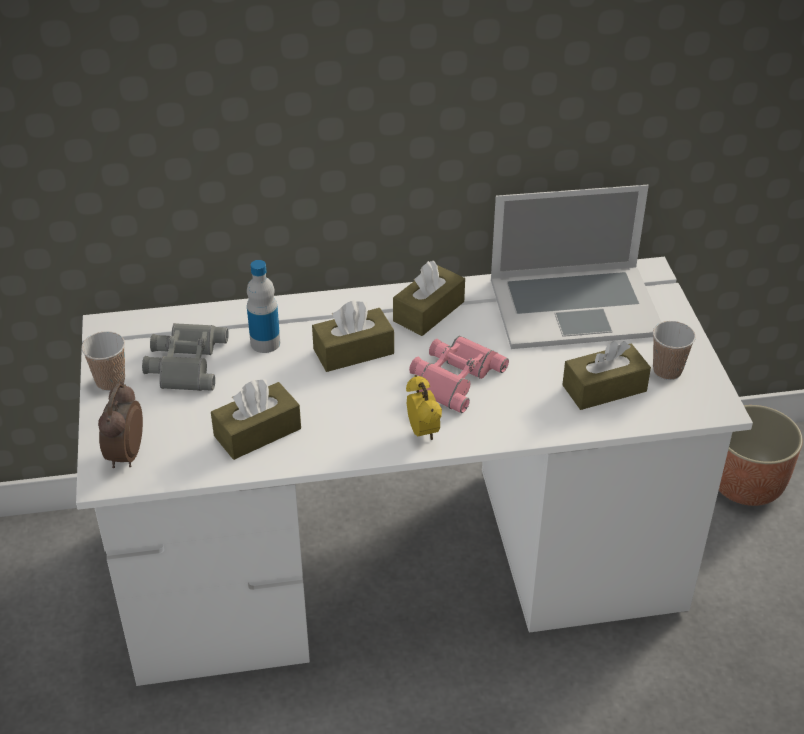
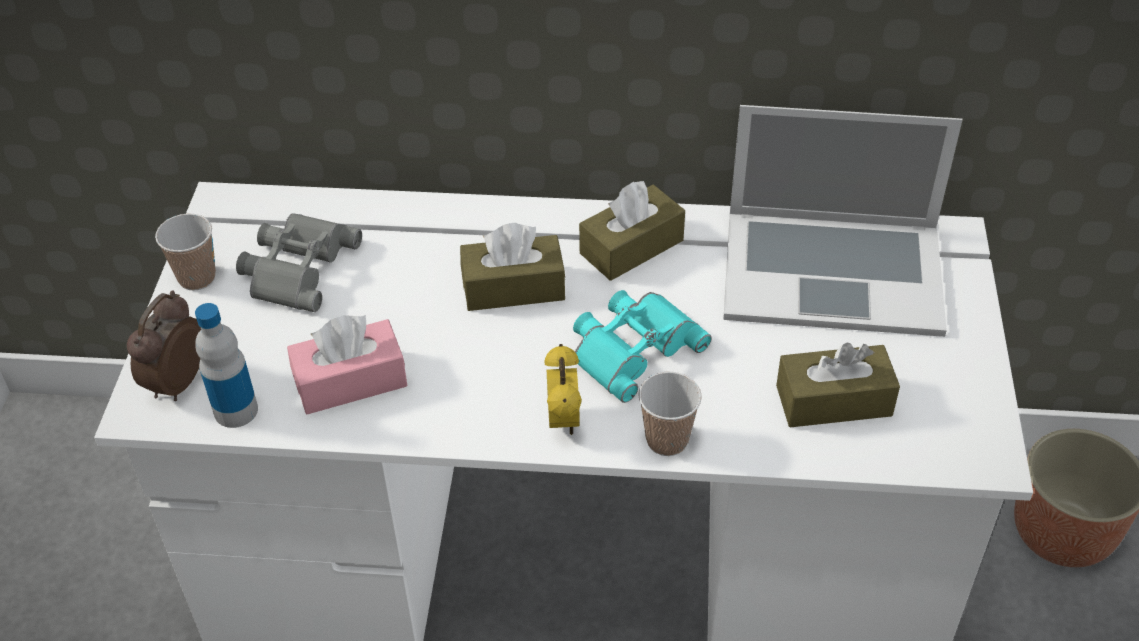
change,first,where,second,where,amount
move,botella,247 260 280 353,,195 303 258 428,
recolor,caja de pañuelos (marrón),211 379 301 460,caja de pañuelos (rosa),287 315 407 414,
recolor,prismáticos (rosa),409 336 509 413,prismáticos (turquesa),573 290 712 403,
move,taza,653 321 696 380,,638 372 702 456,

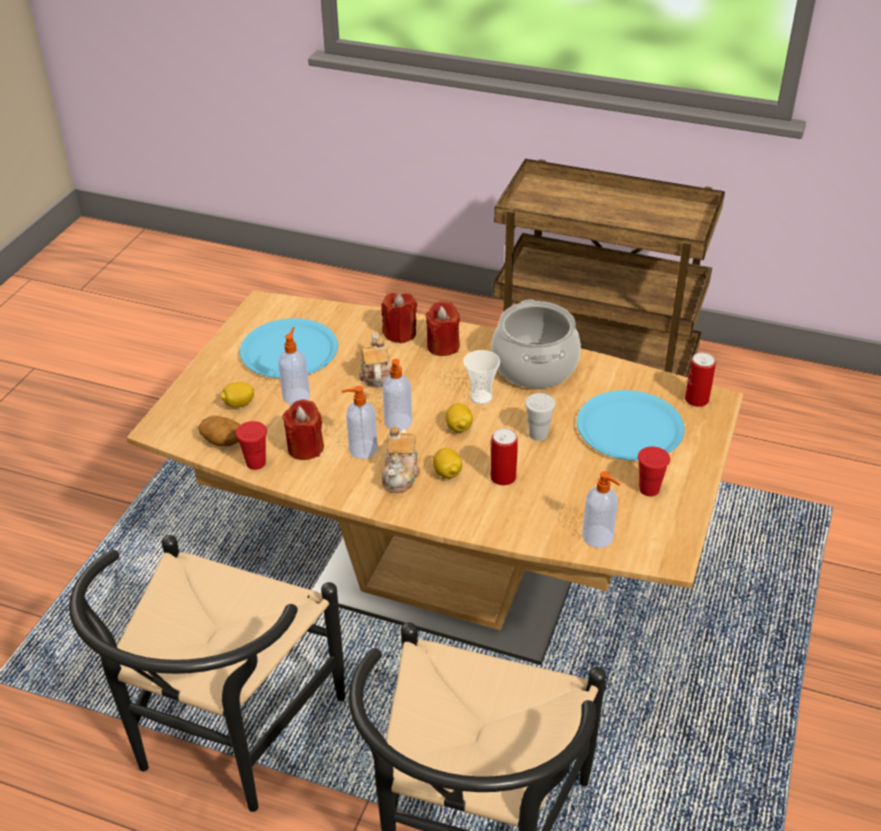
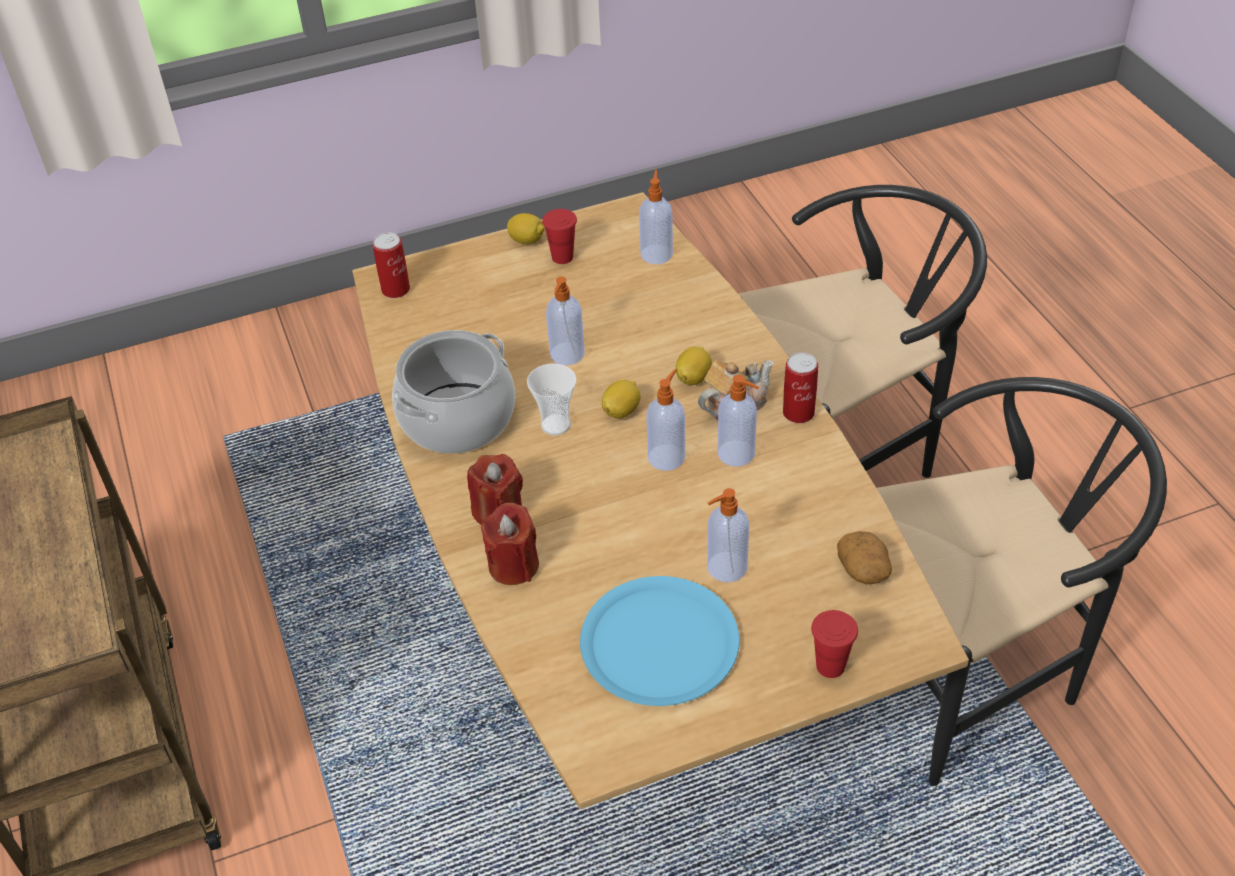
change,first,where,second,where,amount
move,limón,220 382 254 408,,507 213 545 244,
replace,taza (blanco),525 393 556 441,dispensador de jabón,546 277 585 365,
move,lata,491 428 518 486,,783 353 818 423,
move,taza (rojo),236 421 267 470,,811 610 858 678,
delete,vela (rojo),282 399 324 460,,,
delete,tetera,359 333 391 388,,,
delete,plato (azul),577 390 685 461,,,

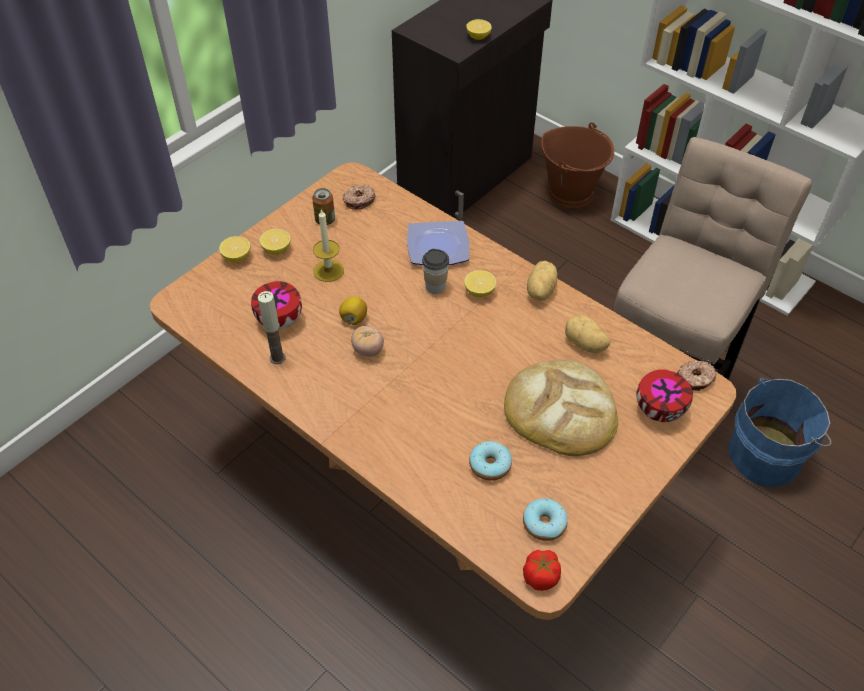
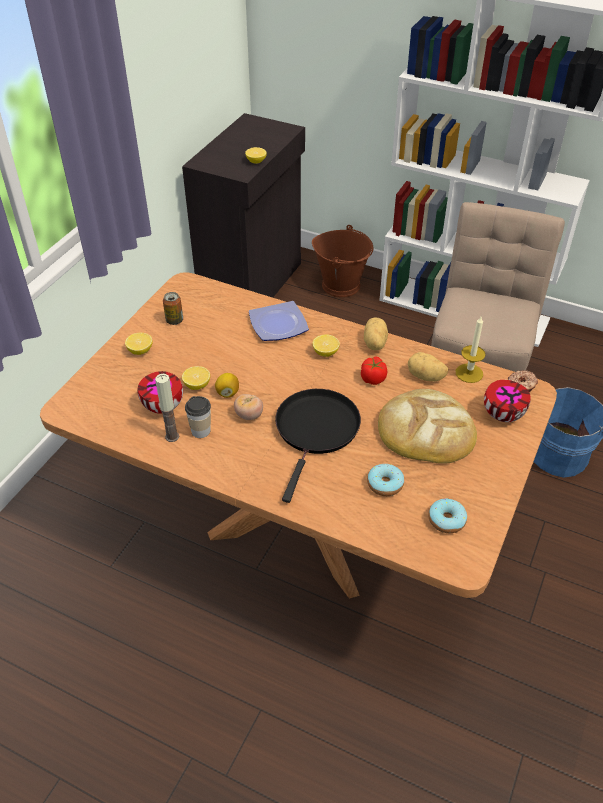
change,first,where,second,where,amount
move,limón,219 236 250 262,,182 366 210 390,
move,taza,422 249 449 294,,185 396 211 438,
insert,,,sartén (negro),275 389 361 503,
move,tomate,523 550 561 591,,361 356 387 385,
move,vela,313 209 344 282,,456 317 486 383,
delete,rosquilla,342 185 375 210,,,

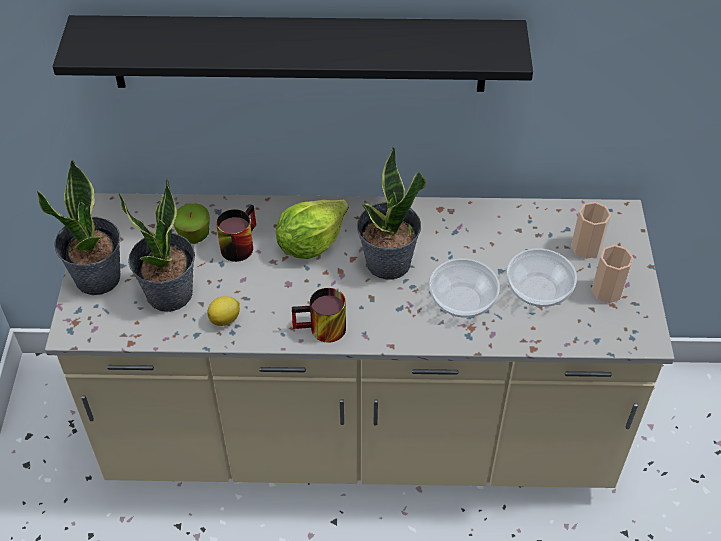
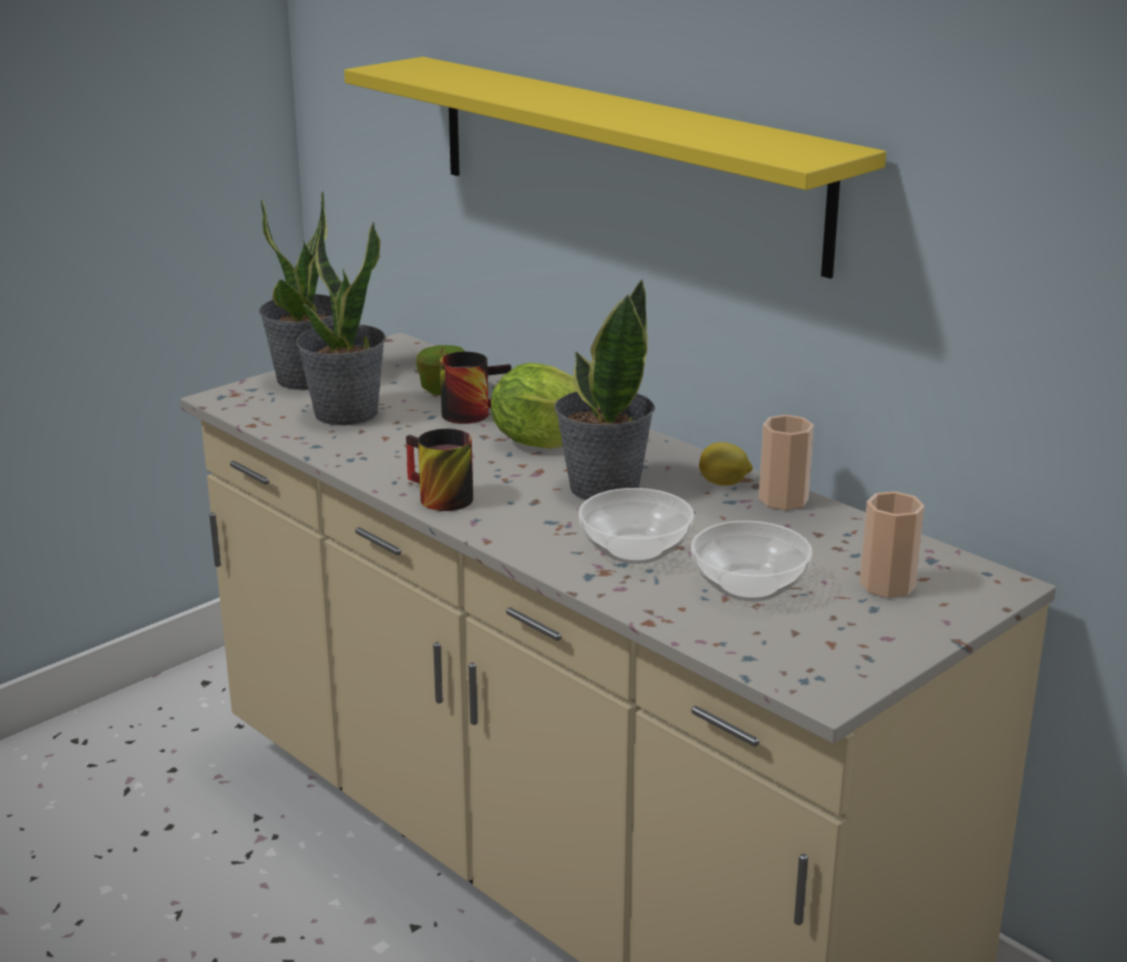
change,first,where,second,where,amount
recolor,estante (negro),53 15 533 92,estante (amarillo),344 57 886 279,
move,limón,207 296 240 326,,699 442 752 486,
move,taza,591 245 633 303,,759 415 814 510,

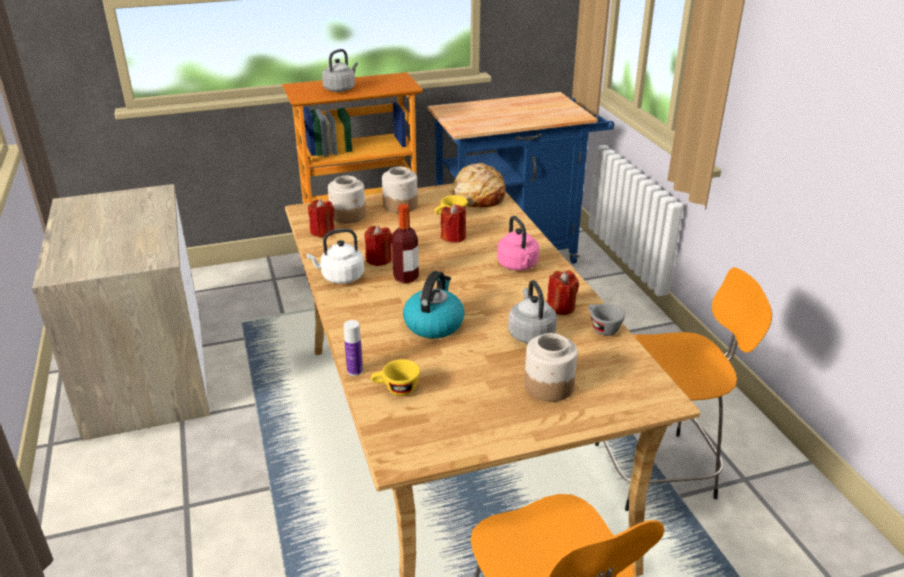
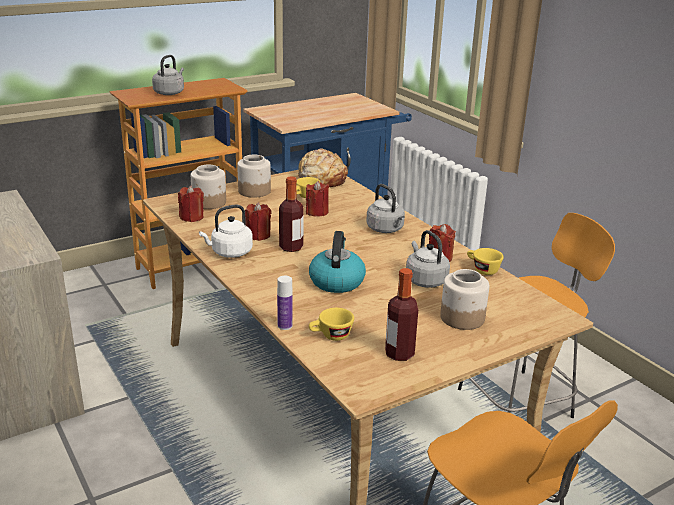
change,first,where,second,where,amount
recolor,hervidor (rosa),497 216 539 271,hervidor (gris),366 184 405 233,
insert,,,botella,385 268 418 361,
recolor,taza (gris),588 303 625 336,taza (amarillo),467 248 504 275,

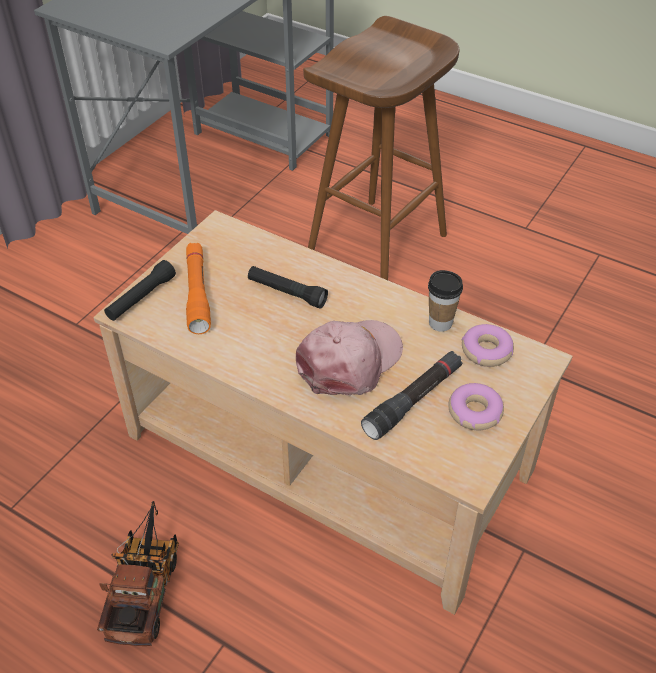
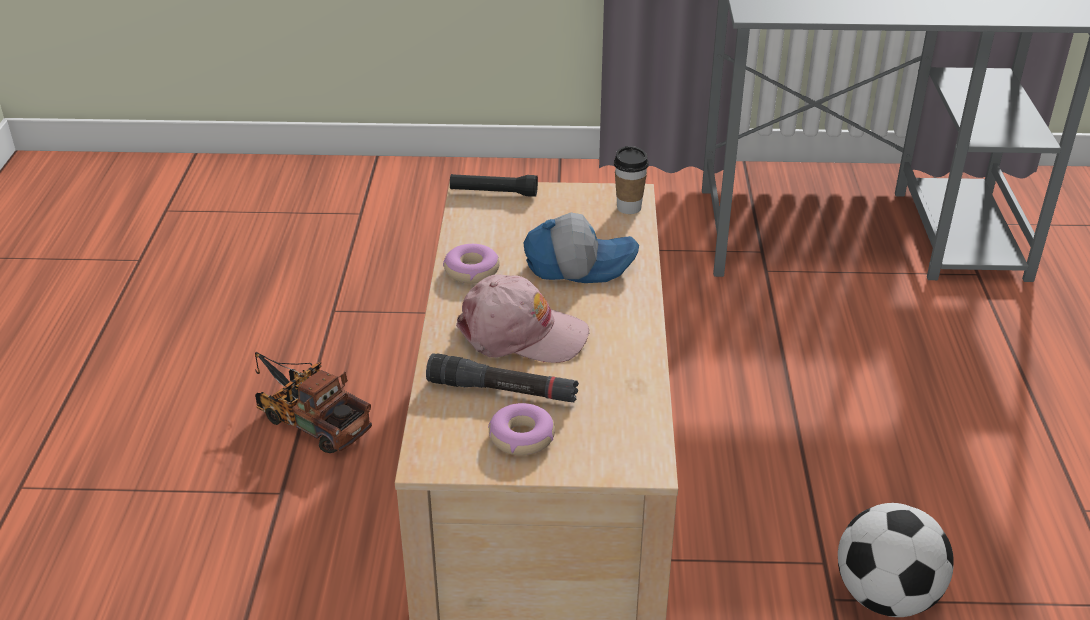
change,first,where,second,where,amount
rotate,camión de juguete,97 501 179 646,,255 352 372 453,120 degrees counterclockwise
move,rosquilla,462 324 514 367,,443 244 500 284,
replace,linterna (negro),248 266 328 309,gorra,523 213 639 283,
move,taza,428 270 463 332,,614 146 649 214,
insert,,,balón de fútbol,838 503 954 617,
delete,linterna (naranja),186 243 211 334,,,
delete,taburete (marrón),303 16 460 280,,,

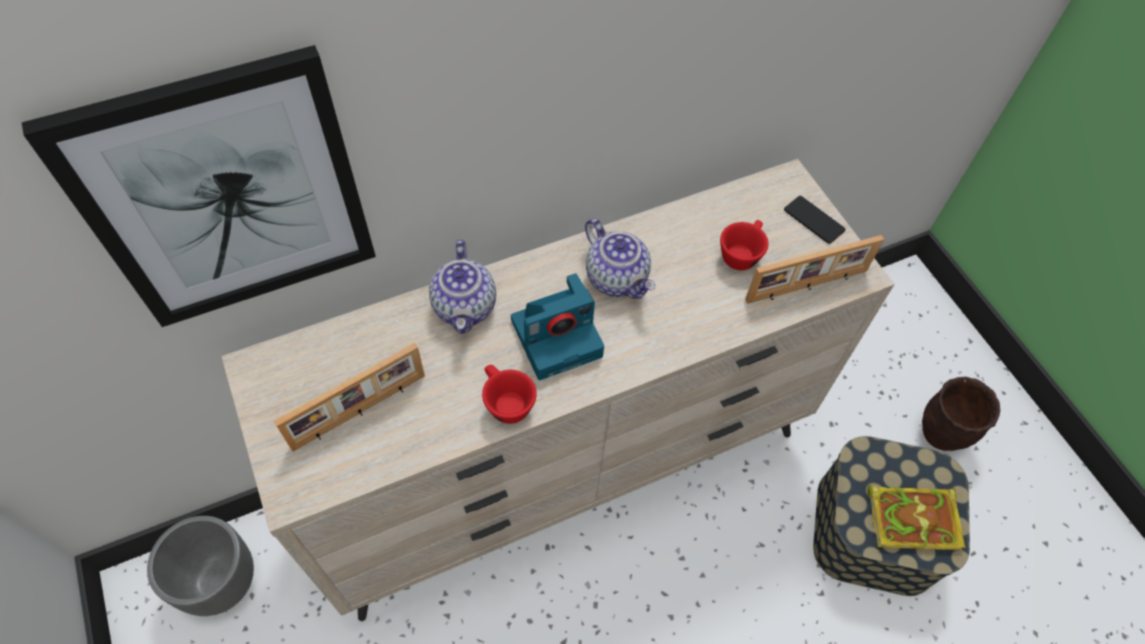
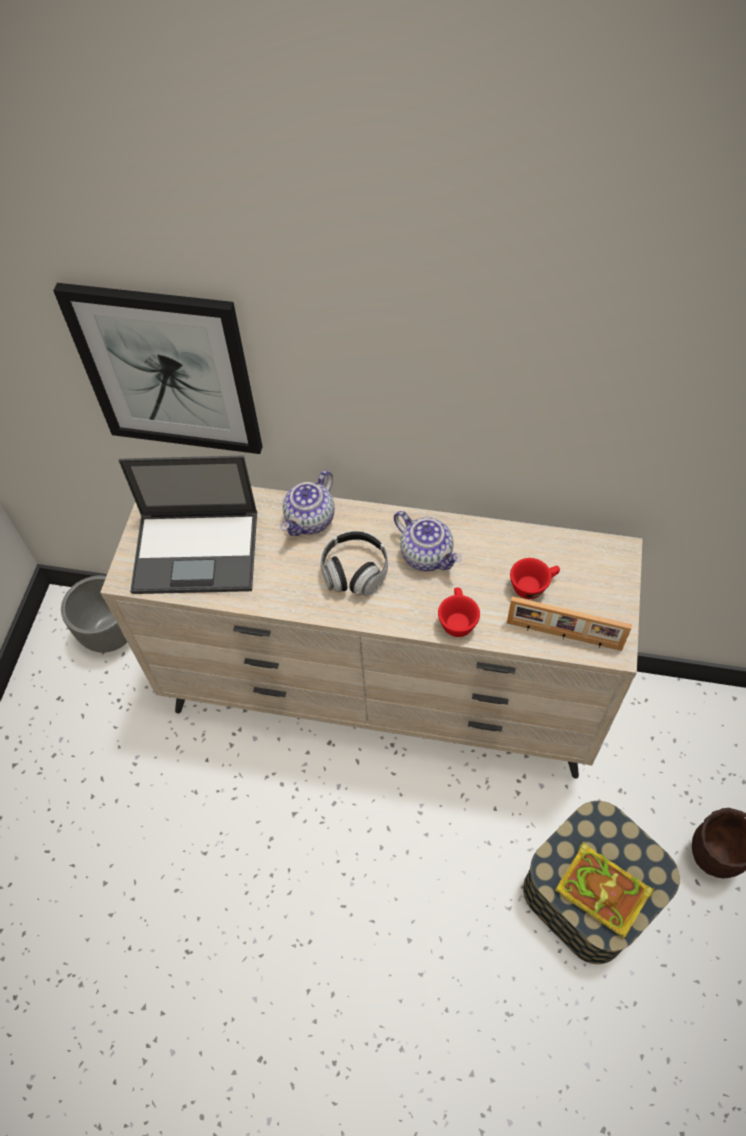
change,first,where,second,where,amount
replace,portarretratos,274 343 425 452,portátil,118 455 257 594,
replace,cámara,511 273 604 380,auriculares,320 531 388 597,
rotate,tetera,585 218 655 299,,394 511 462 571,45 degrees counterclockwise
move,taza (rojo),482 365 537 424,,438 588 480 637,
delete,móvil,784 196 845 244,,,

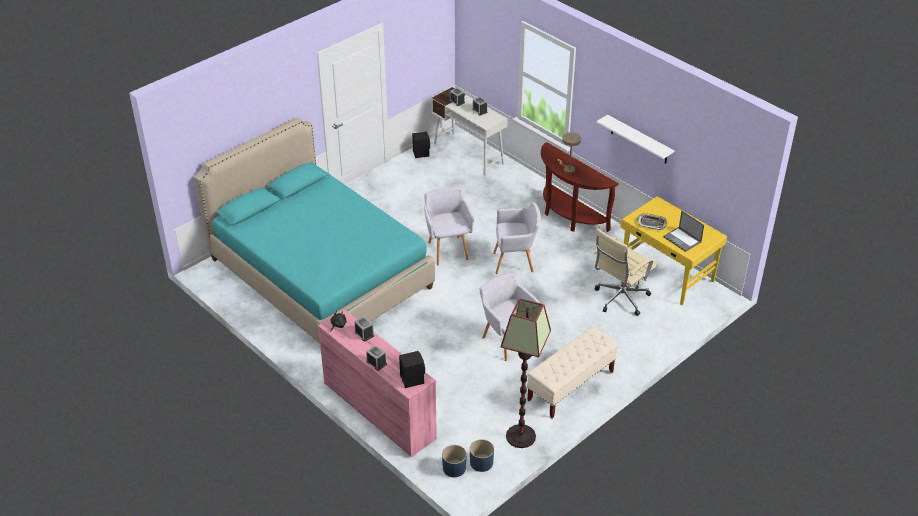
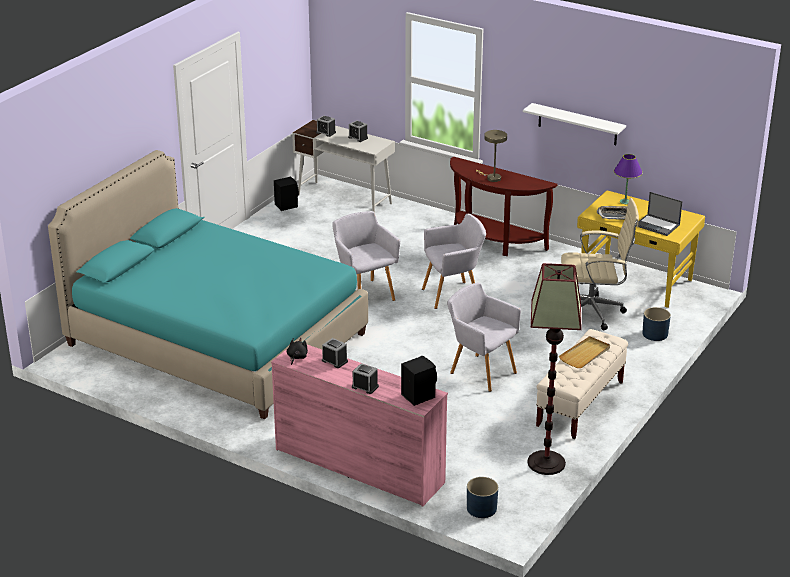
change,first,where,second,where,amount
insert,,,bandeja (beis),559 336 610 368,
rotate,silla de oficina (beis),594 228 657 316,,561 198 639 330,120 degrees counterclockwise
insert,,,lámpara de mesa (morado),614 154 642 204,
move,maceta (azul),470 439 494 472,,642 307 671 341,

